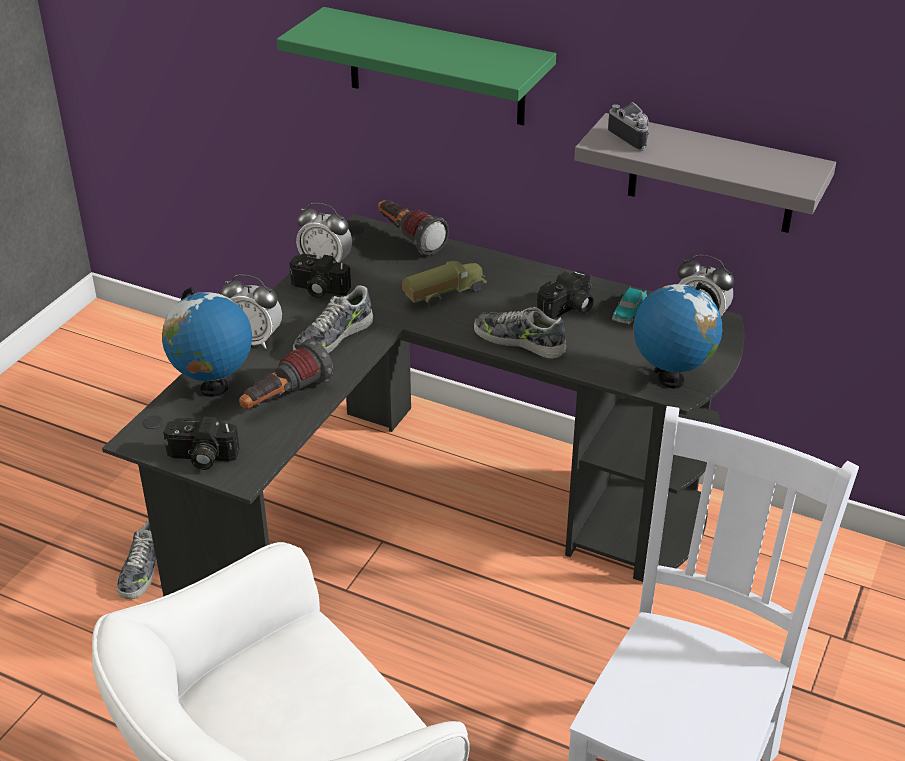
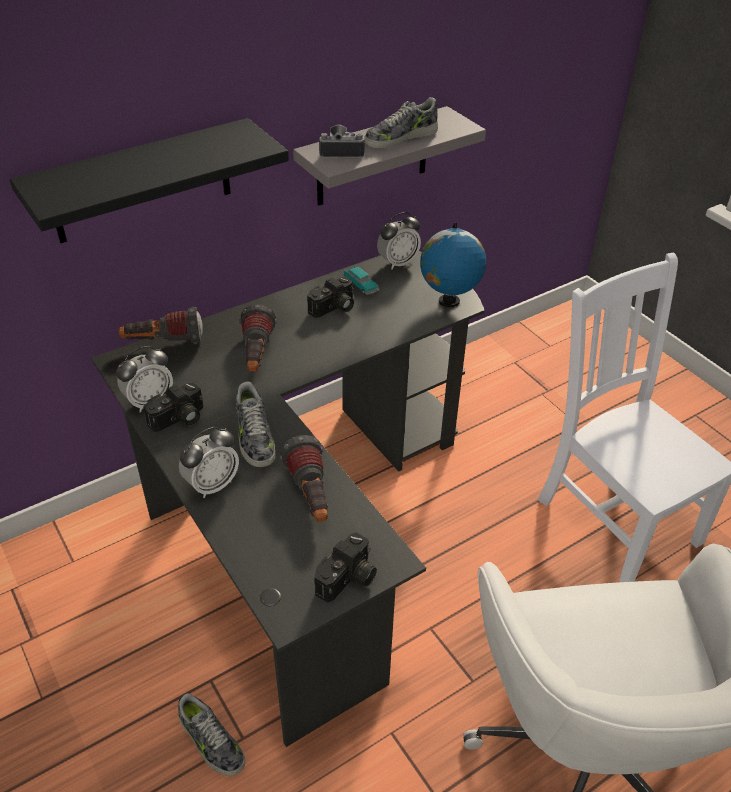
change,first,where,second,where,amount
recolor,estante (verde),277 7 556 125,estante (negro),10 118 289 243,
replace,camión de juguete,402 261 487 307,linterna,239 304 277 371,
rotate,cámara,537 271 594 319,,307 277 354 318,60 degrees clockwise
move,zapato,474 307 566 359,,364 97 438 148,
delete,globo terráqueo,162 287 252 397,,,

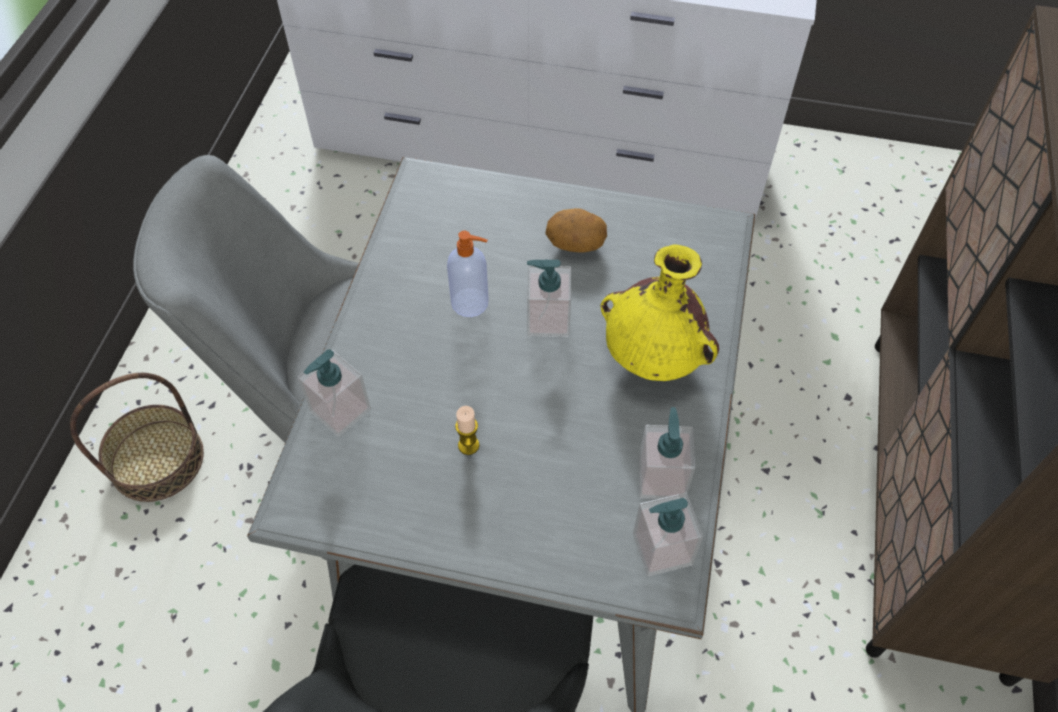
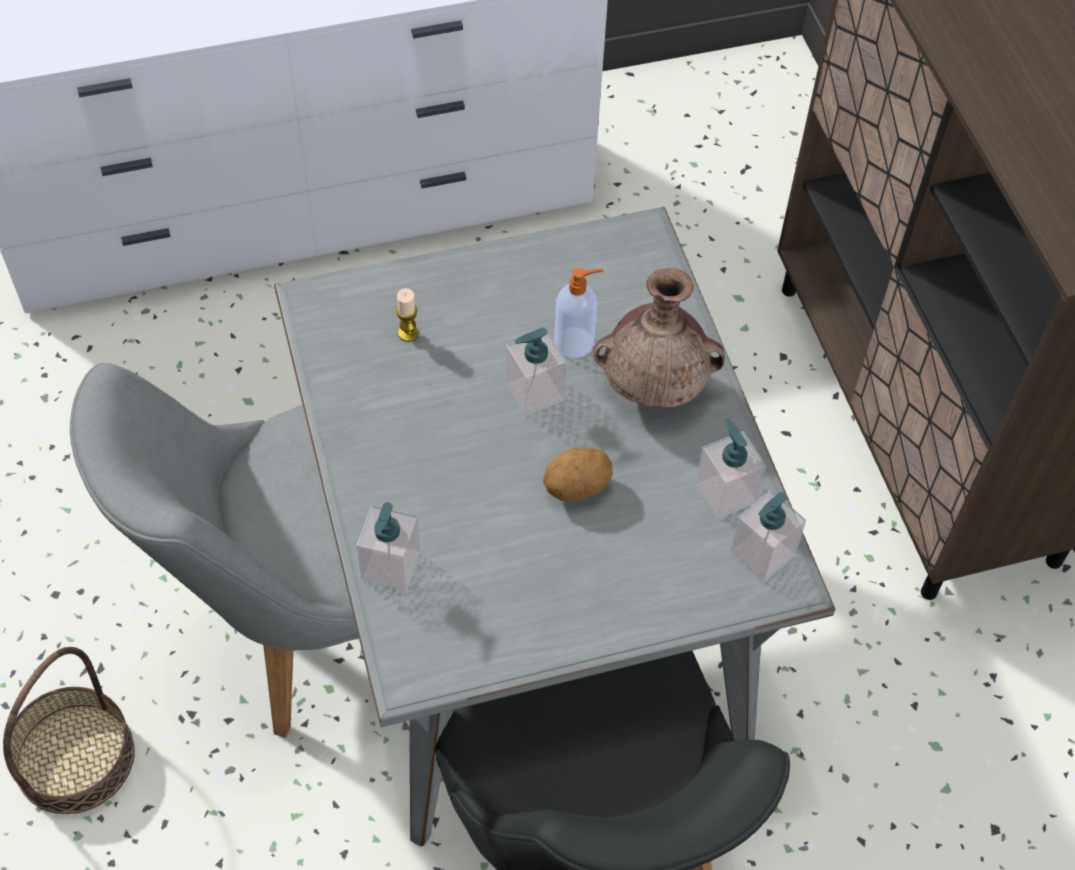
change,first,where,second,where,amount
move,vela,455 406 479 455,,396 288 419 342,
move,patata,545 208 607 253,,543 448 613 501,
move,dispensador de jabón,447 231 489 317,,554 268 603 358,
recolor,florero (amarillo),601 244 719 381,florero (marrón),593 268 725 408,

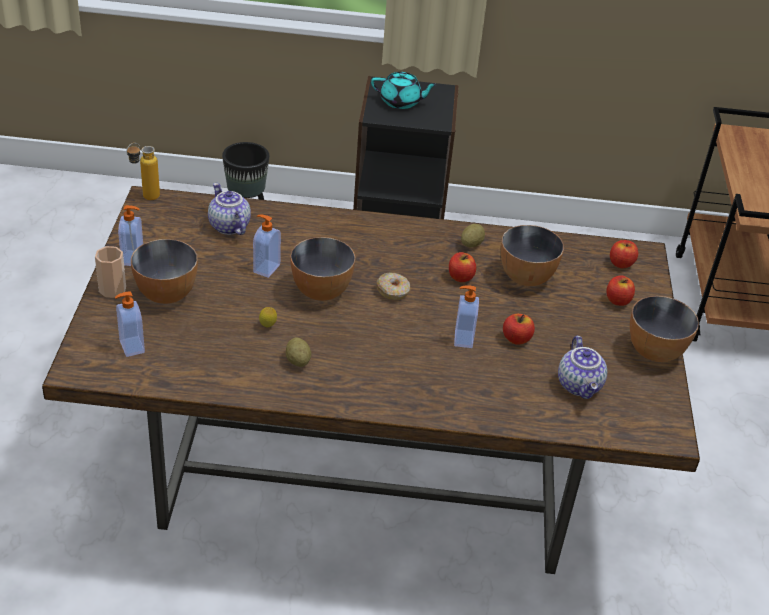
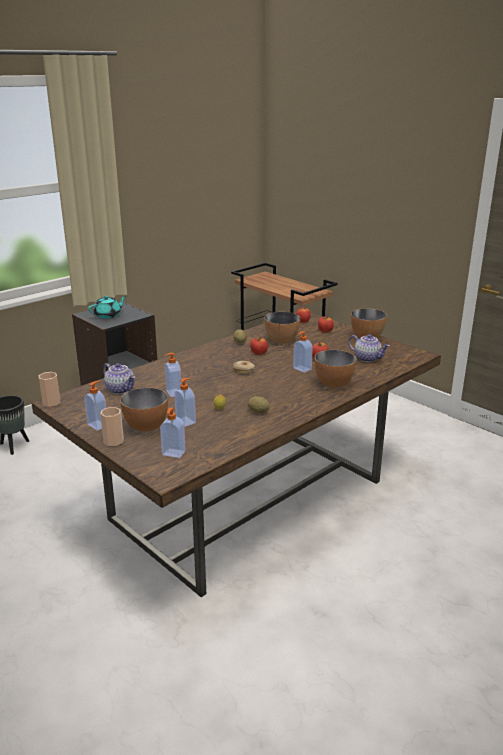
change,first,where,second,where,amount
replace,botella,127 143 160 200,taza,39 372 61 407,
rotate,tetera,208 183 251 235,,103 363 135 394,150 degrees counterclockwise
insert,,,dispensador de jabón,174 378 196 427,
move,cuenco,290 237 355 301,,314 350 357 388,

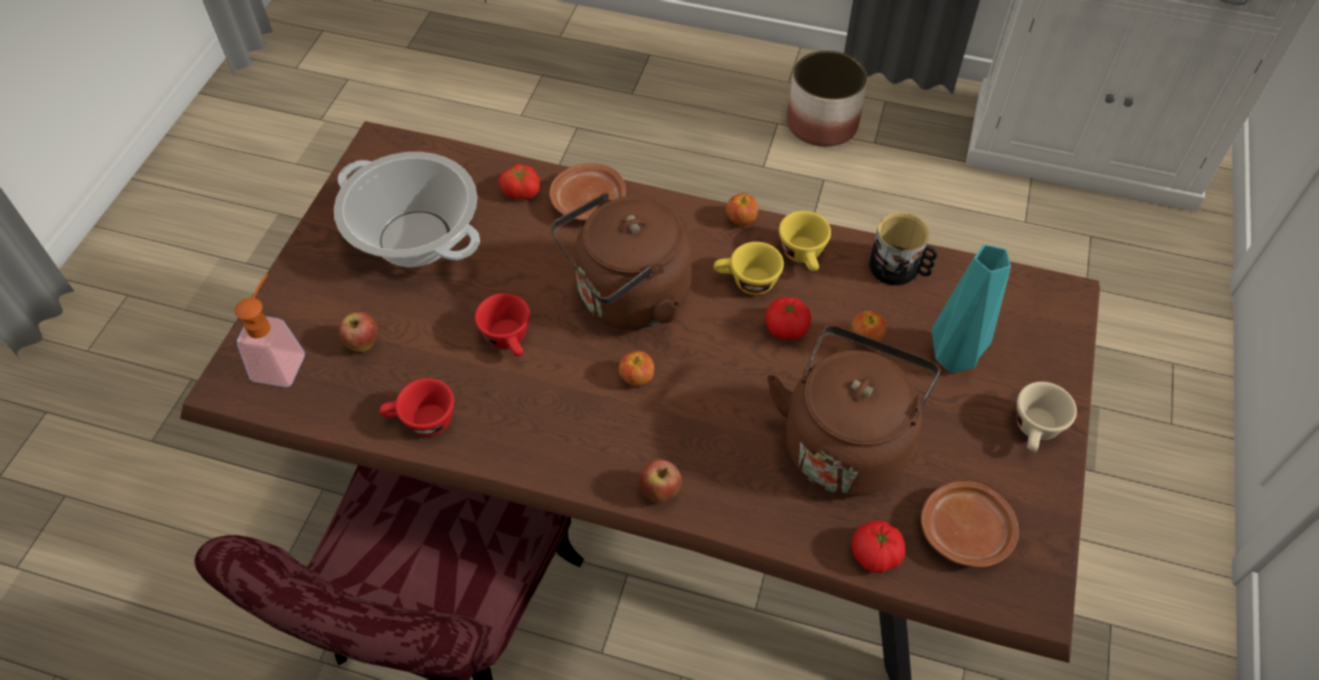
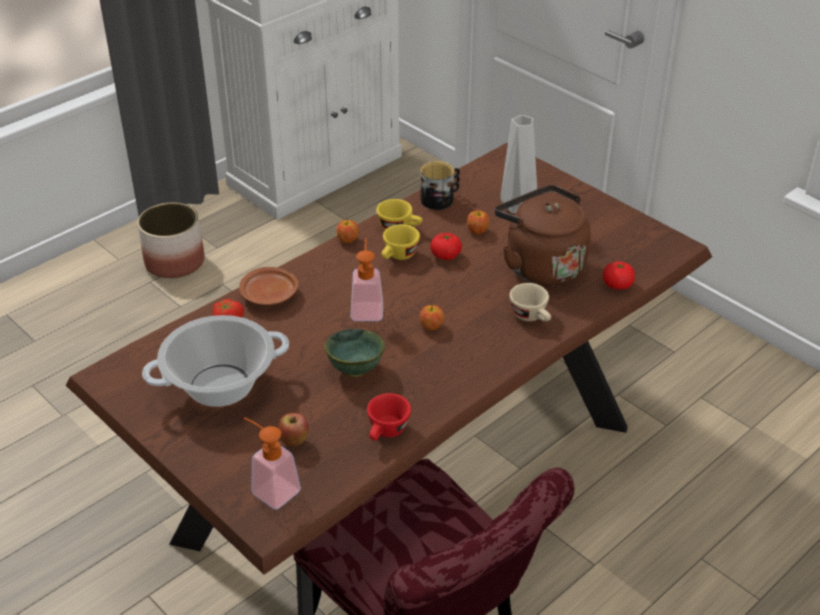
change,first,where,second,where,amount
replace,taza (rojo),475 293 530 357,cuenco (verde),324 329 385 377,
replace,hervidor (marrón),551 192 692 330,dispensador de jabón,351 238 383 321,
recolor,florero (turquesa),932 244 1011 373,florero (gris),500 115 537 213,
move,taza (beis),1016 382 1077 452,,509 283 551 321,
delete,manzana,639 459 682 504,,,
delete,plato (marrón),921 481 1019 567,,,

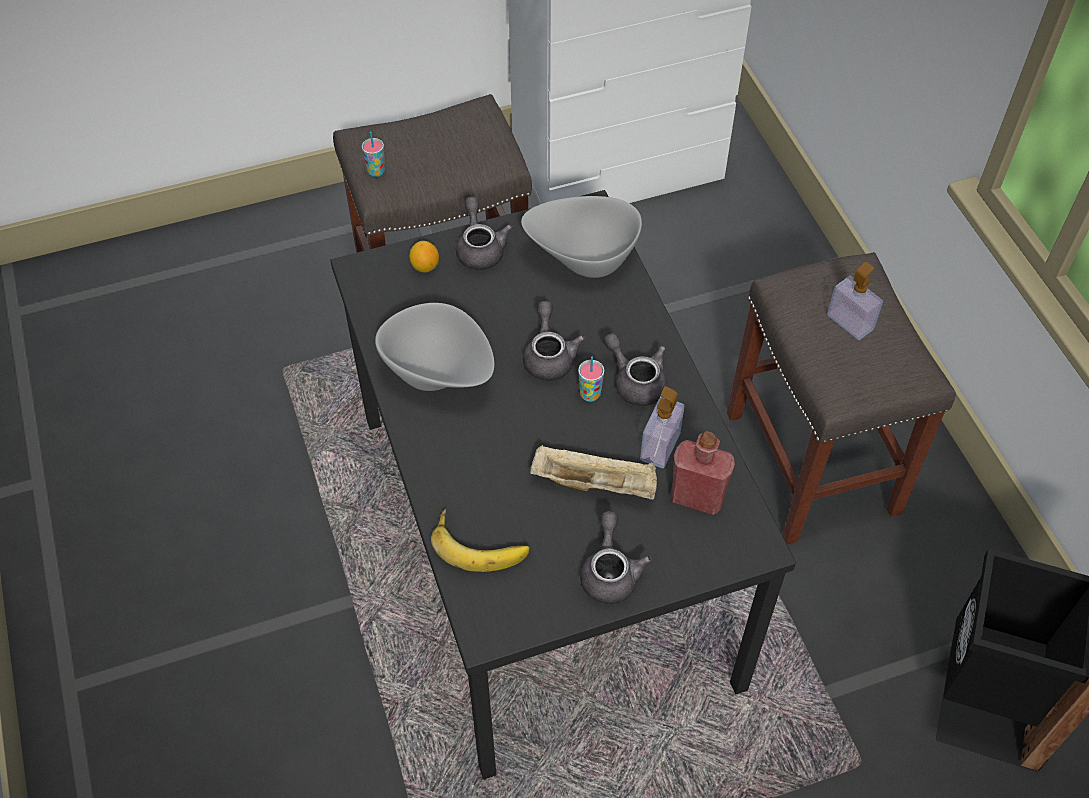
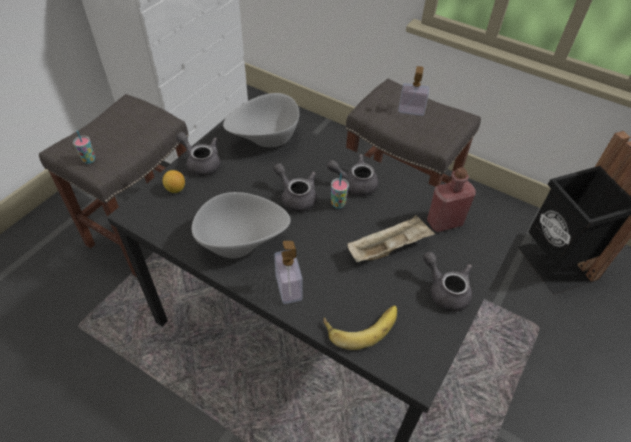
change,first,where,second,where,amount
move,dispensador de jabón,640 386 684 468,,274 241 303 304,

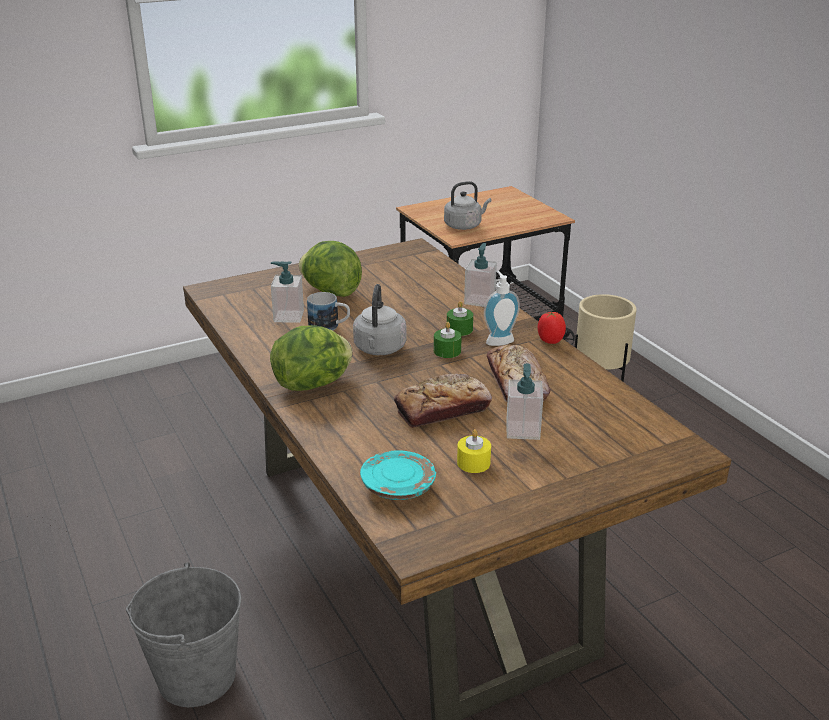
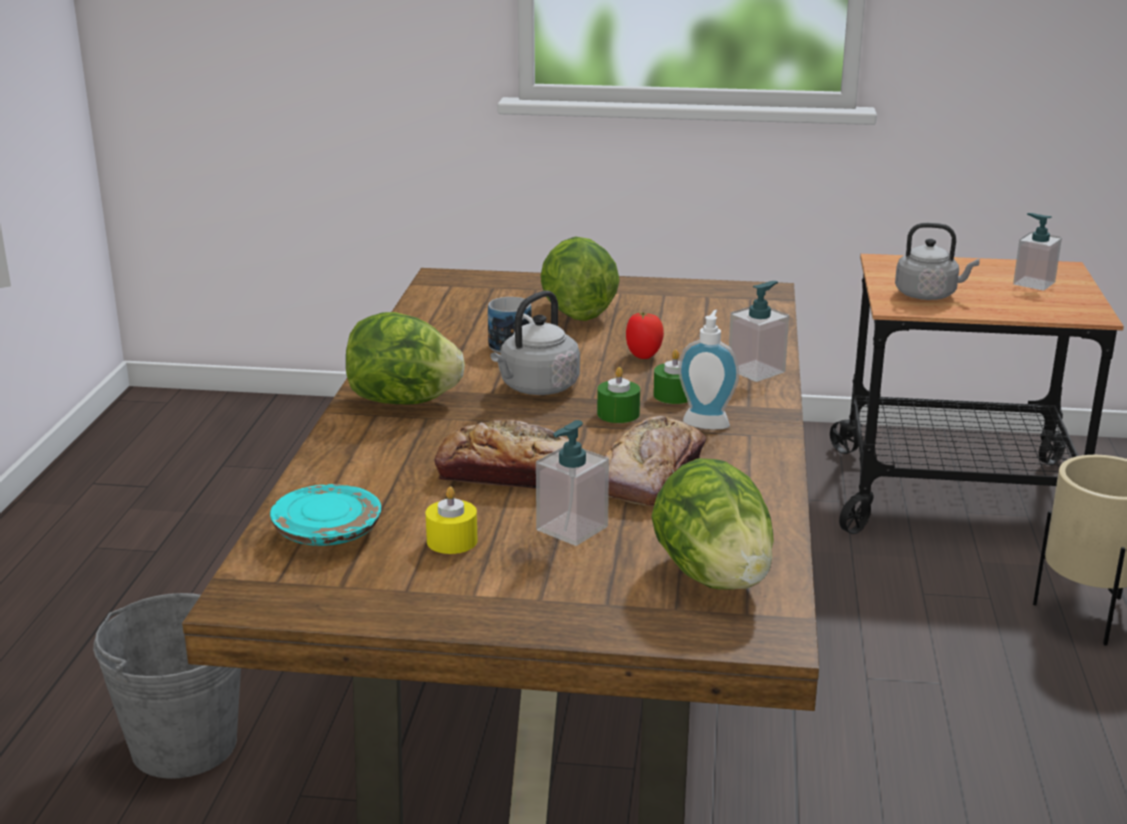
change,first,where,second,where,amount
move,tomate,538 312 566 344,,626 312 664 359,
insert,,,lechuga,651 458 774 590,
move,dispensador de jabón,271 261 304 323,,1013 213 1062 291,

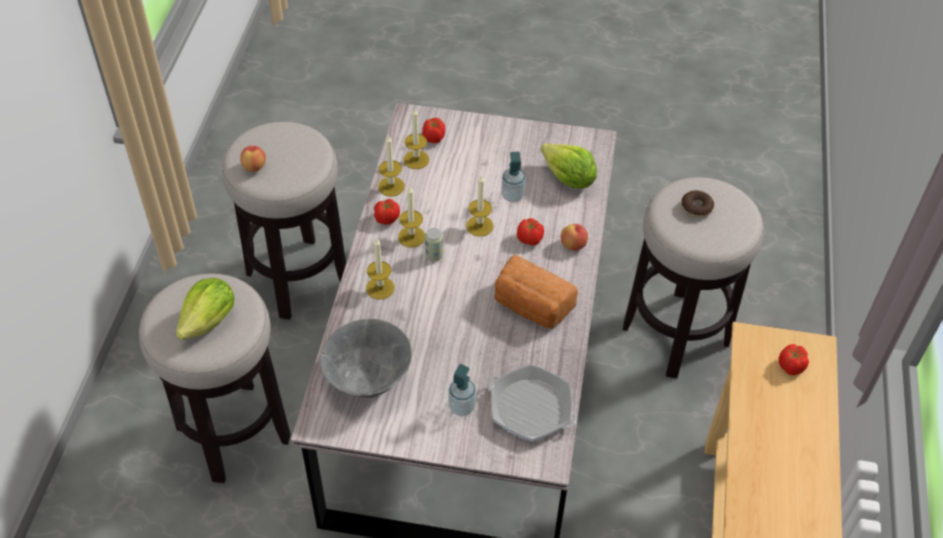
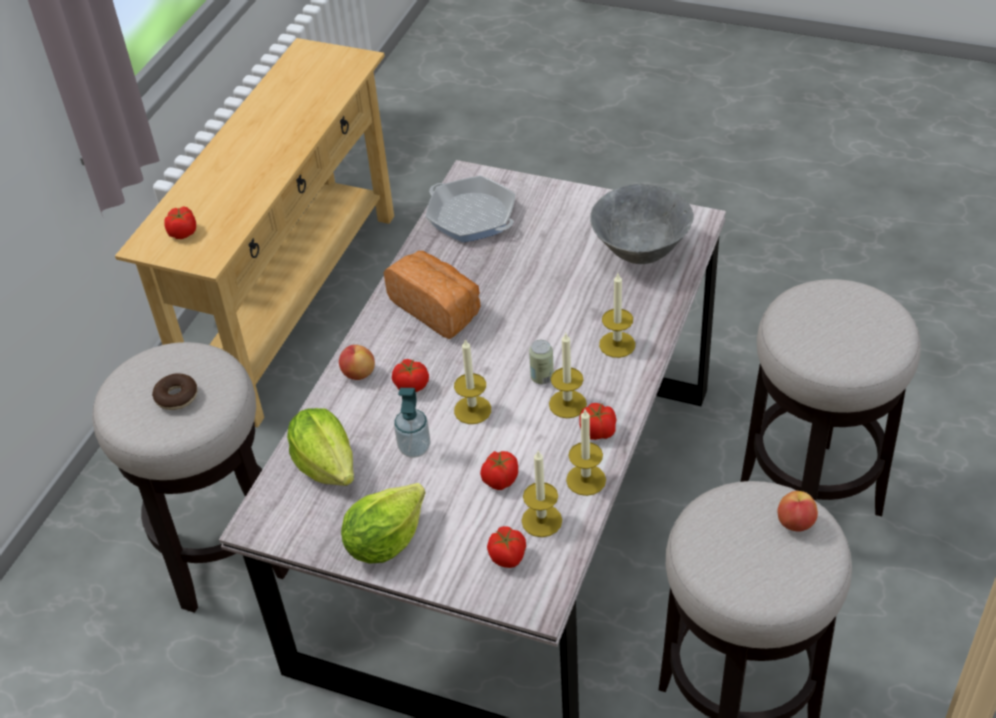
change,first,where,second,where,amount
move,lechuga,176 278 234 340,,341 483 425 564,
insert,,,tomate,480 451 518 490,
delete,dispensador de jabón,449 364 476 416,,,

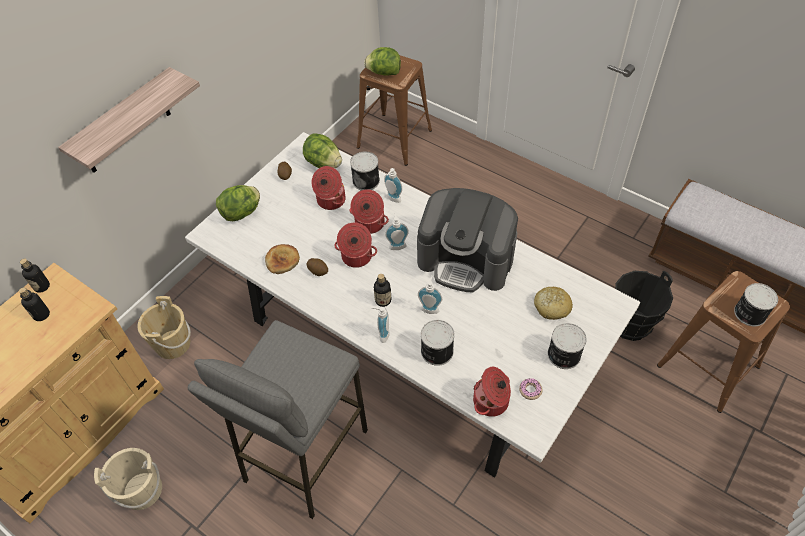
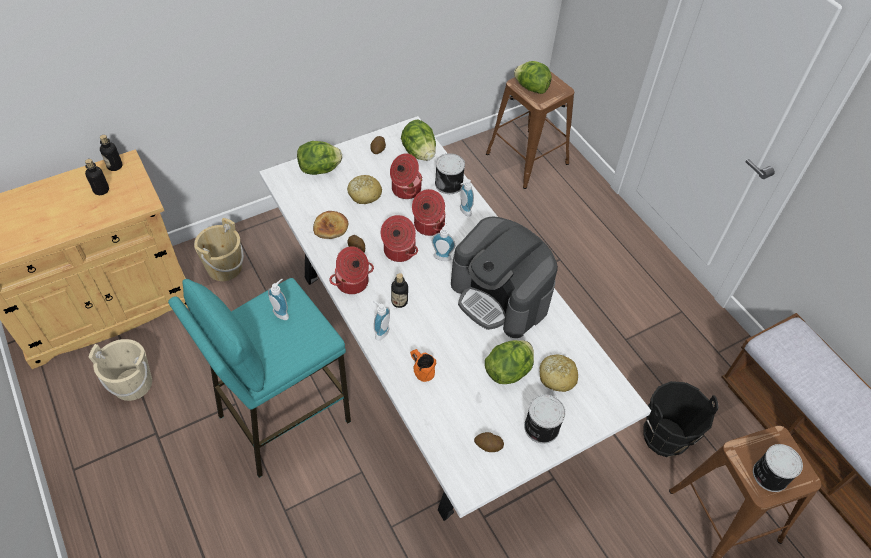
change,first,where,second,where,amount
recolor,taburete (gris),188 320 368 519,taburete (turquesa),168 278 351 478,
move,dispensador de jabón,418 275 442 314,,268 279 289 320,
move,olla,473 367 511 417,,329 246 374 294,
insert,,,pan,347 175 382 204,
replace,lata,421 320 455 366,taza grande (naranja),410 349 436 382,
replace,rosquilla,519 378 542 400,patata,474 432 504 452,
insert,,,lechuga,485 340 534 384,
delete,estante,58 67 200 173,,,

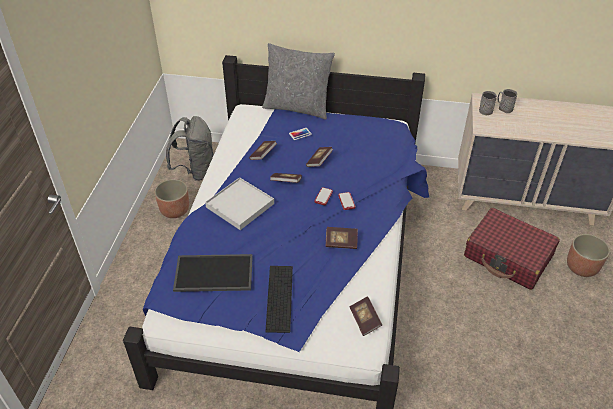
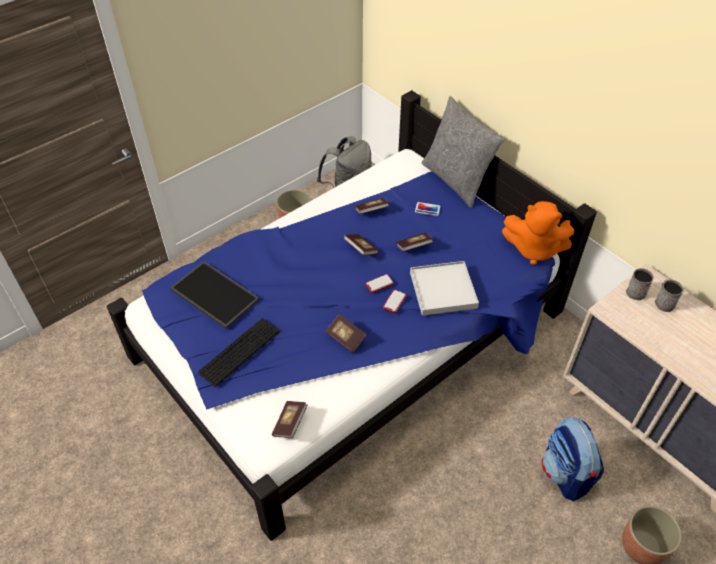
change,first,where,second,where,amount
move,bandeja (blanco),205 177 274 230,,410 261 479 316,
insert,,,peluche (naranja),502 201 574 265,
replace,maleta (rojo),464 208 560 290,mochila,542 417 604 501,

